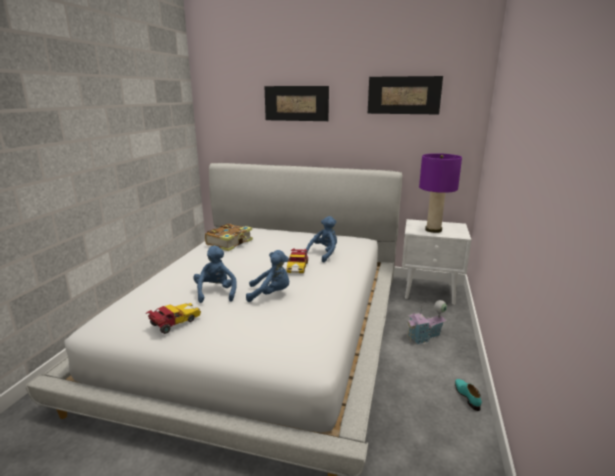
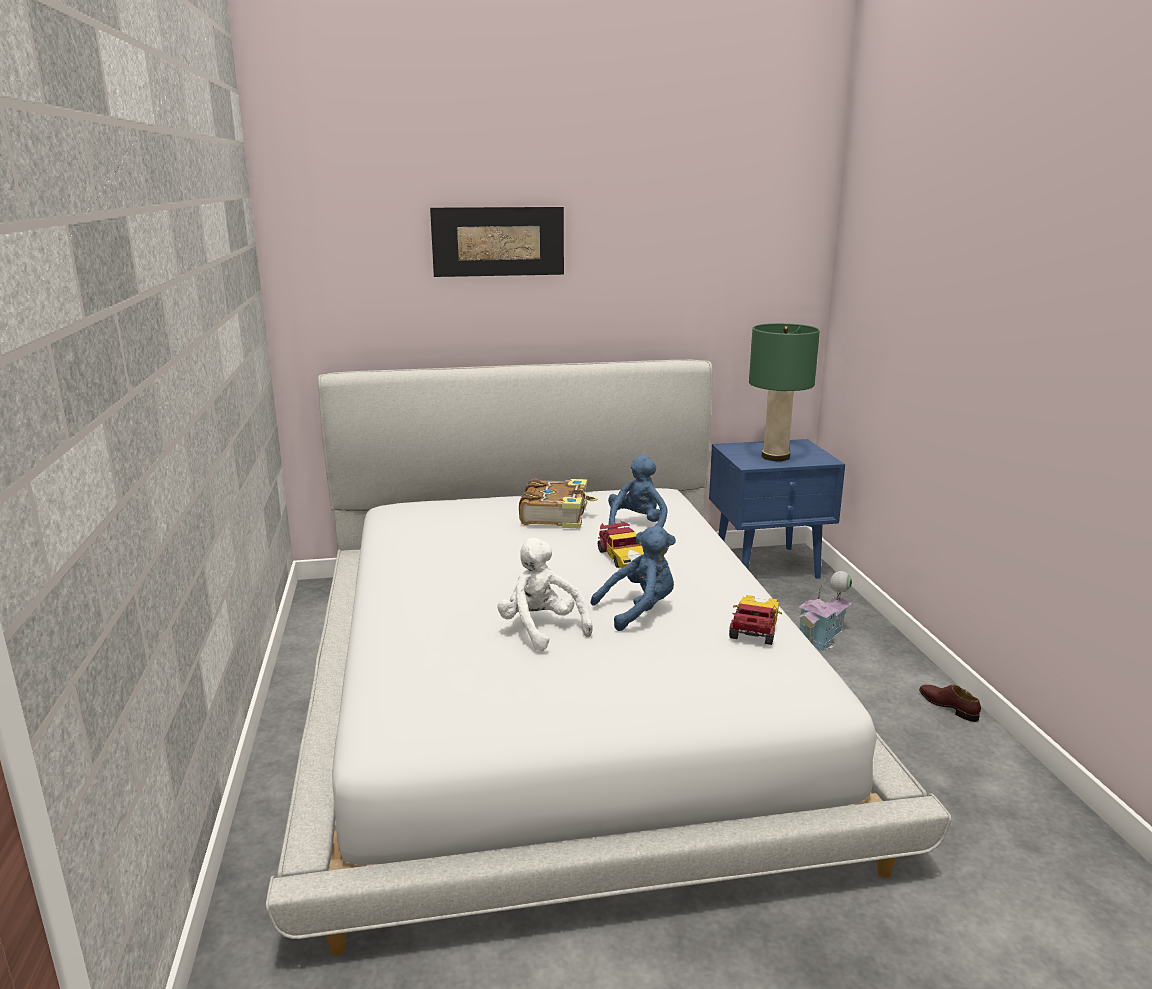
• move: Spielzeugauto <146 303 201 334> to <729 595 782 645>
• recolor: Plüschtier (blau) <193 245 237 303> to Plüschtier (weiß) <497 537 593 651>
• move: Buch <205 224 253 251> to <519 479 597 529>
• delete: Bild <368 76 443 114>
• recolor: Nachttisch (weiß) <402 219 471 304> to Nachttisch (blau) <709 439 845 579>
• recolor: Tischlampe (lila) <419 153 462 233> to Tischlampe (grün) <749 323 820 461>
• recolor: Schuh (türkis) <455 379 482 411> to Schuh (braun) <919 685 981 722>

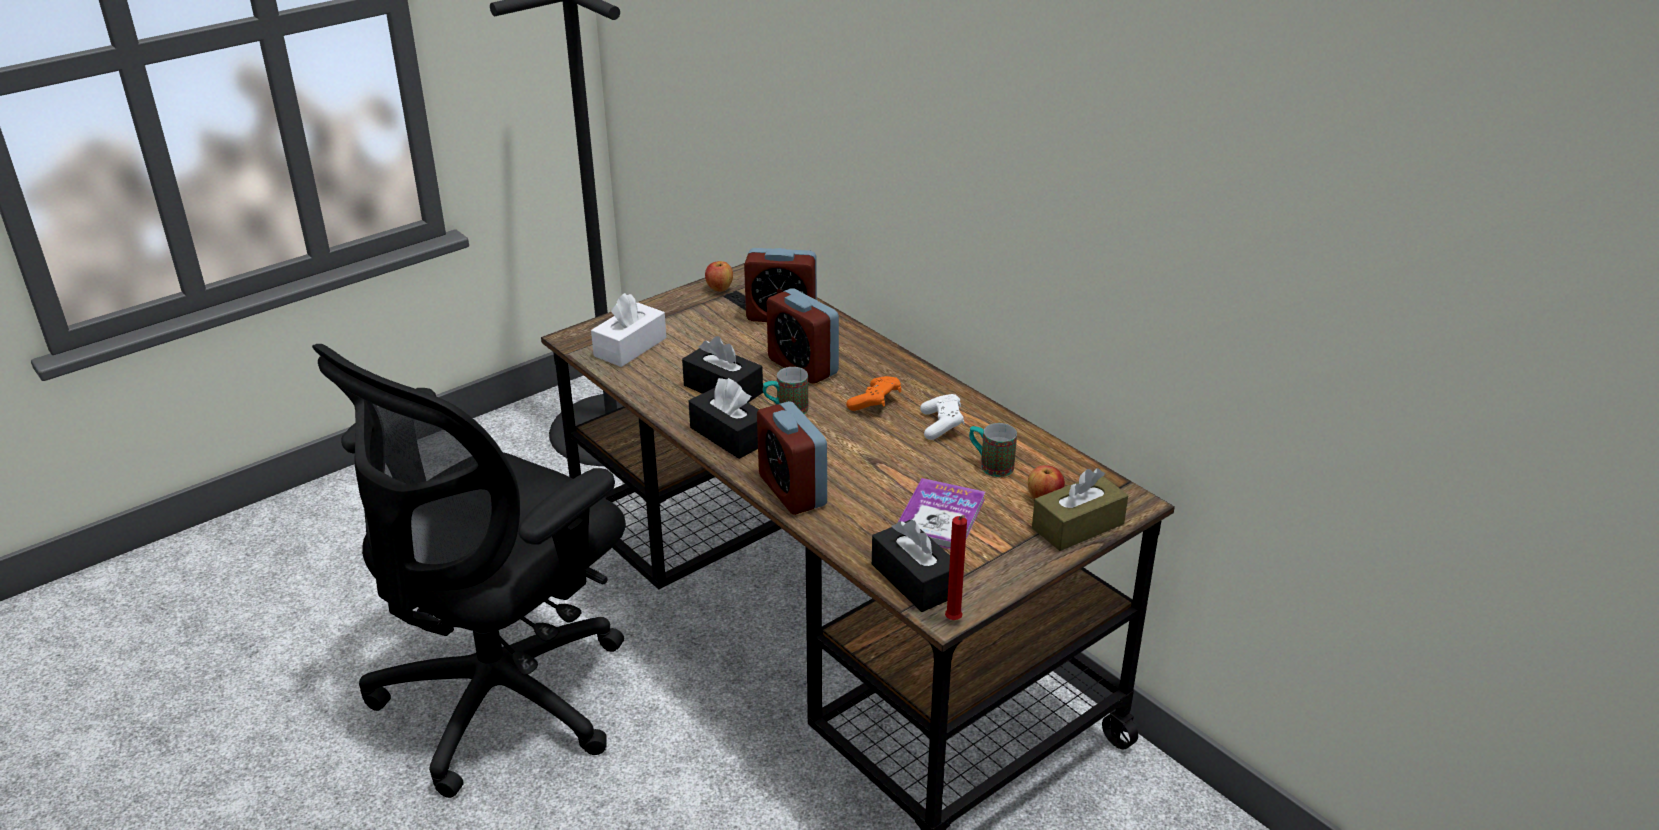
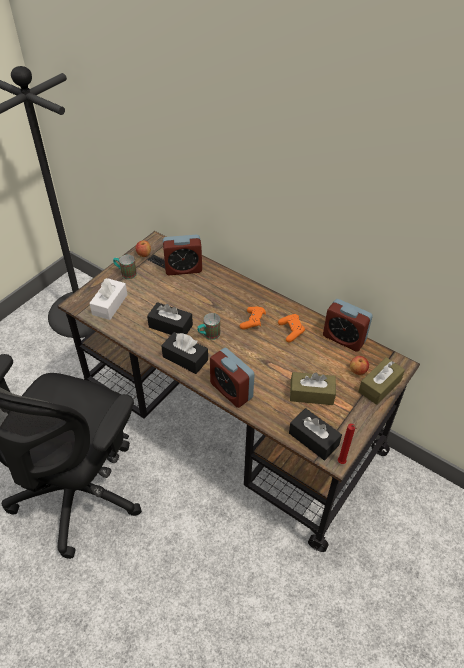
• move: Wecker <766 288 839 383> to <323 299 373 352>
• replace: Buch <898 478 985 549> to Taschentuchbox (braun) <290 372 336 405>
• recolor: Gamepad (weiß) <920 394 964 440> to Gamepad (orange) <278 314 305 342>
• move: Henkelbecher <969 423 1017 477> to <113 254 137 279>

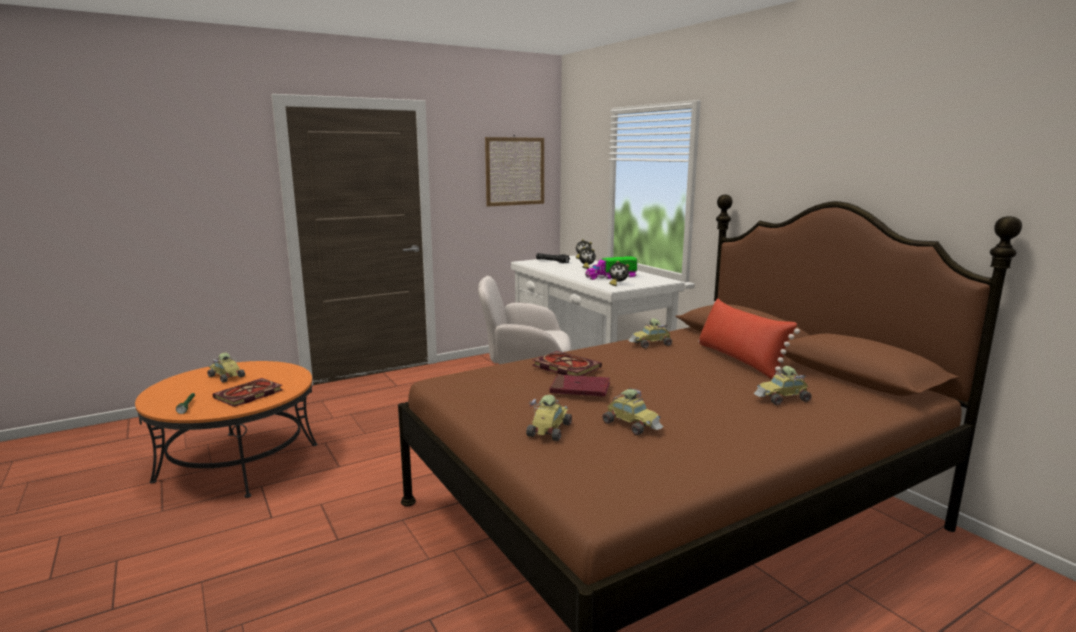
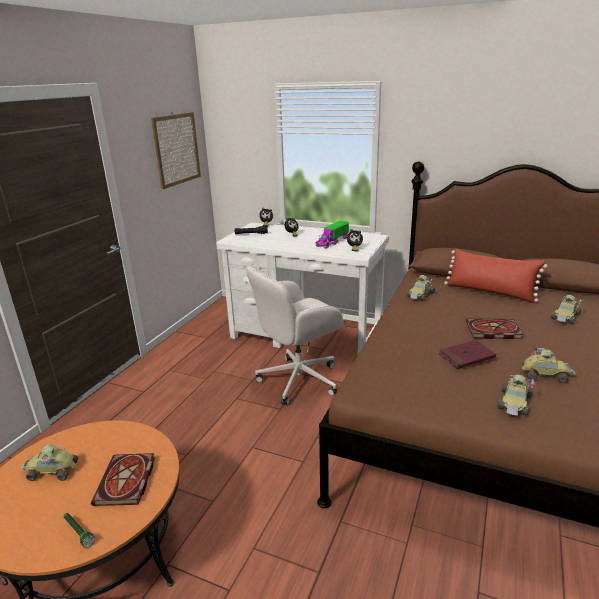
• rotate: Spielzeugauto <526 395 572 441> = <497 375 536 416> 135 degrees counterclockwise
• move: Buch <532 351 602 376> to <466 318 524 339>

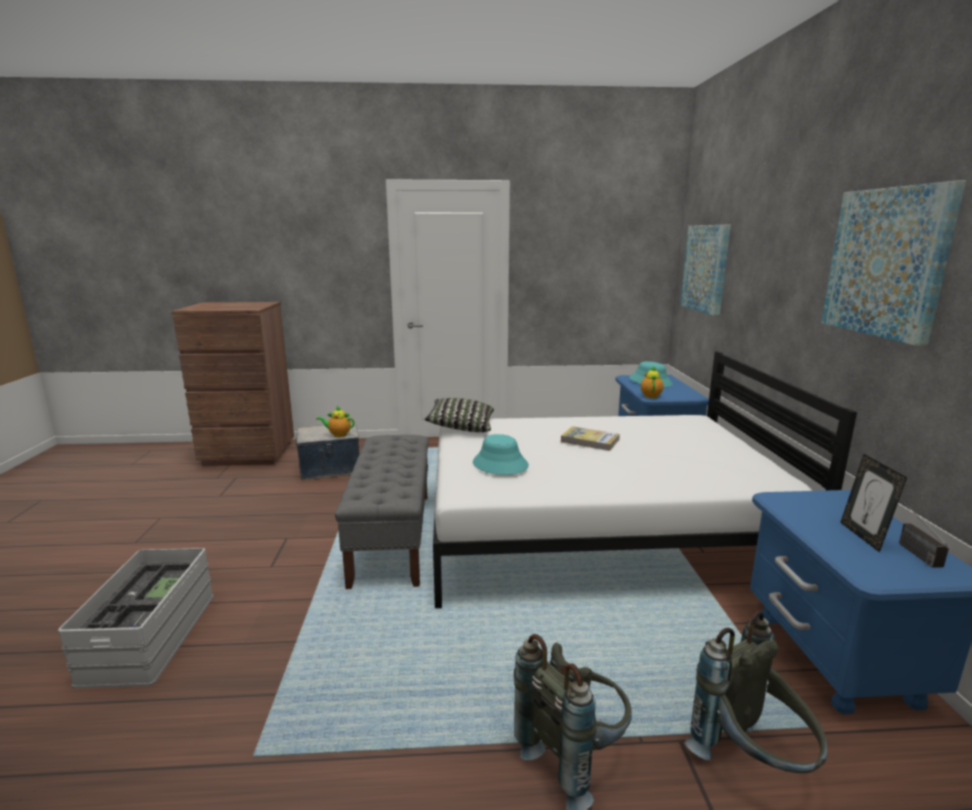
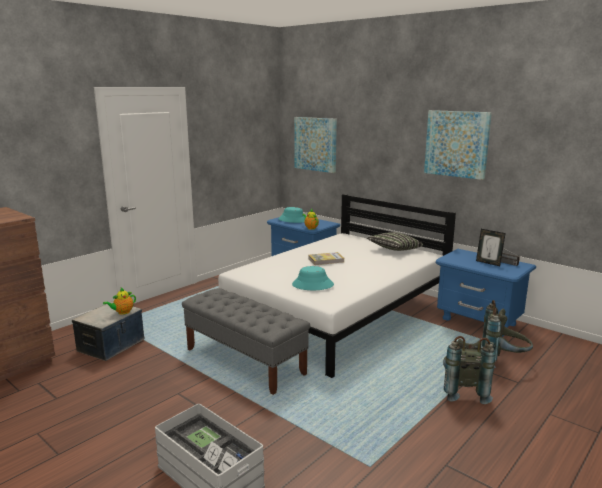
• move: Kissen <424 398 494 432> to <367 232 423 251>

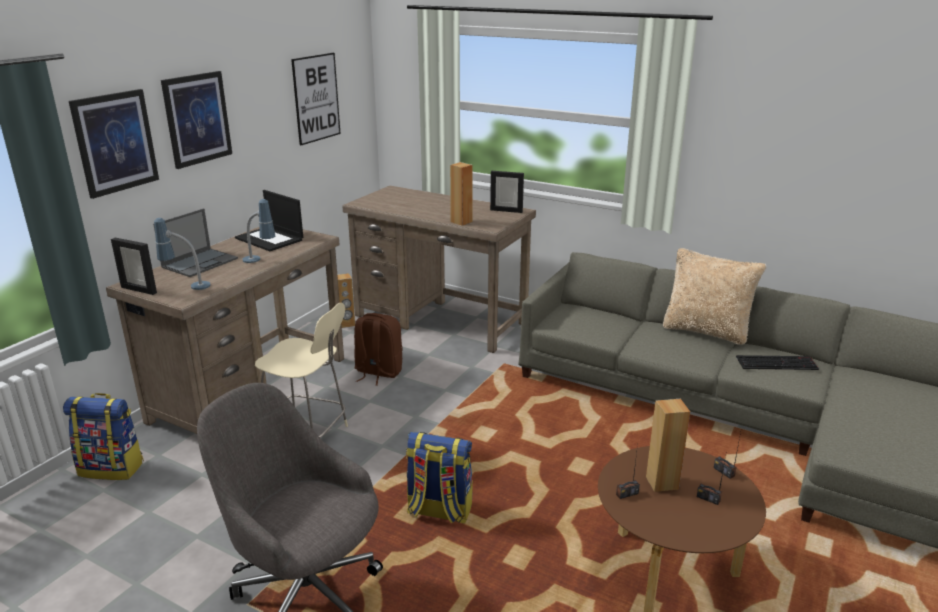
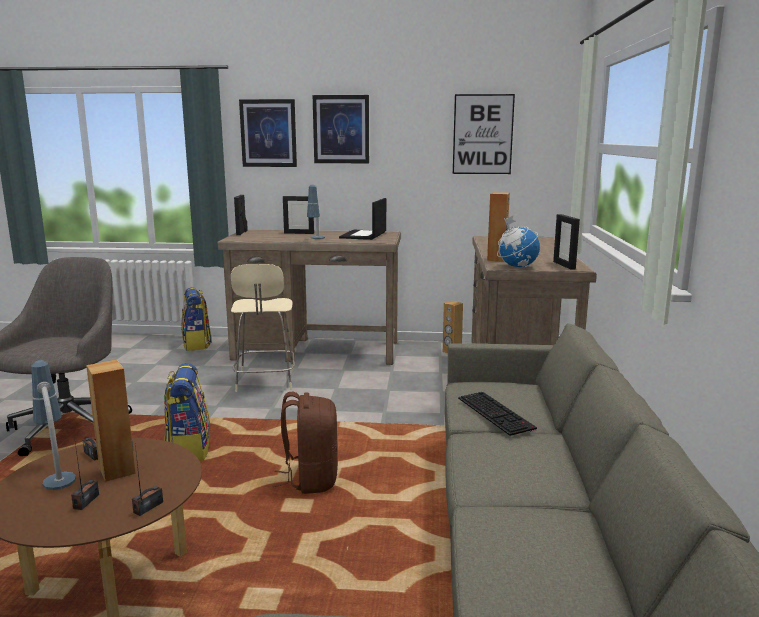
• replace: Laptop <153 208 238 277> to Bilderrahmen <283 196 314 234>
• move: Tischlampe <154 218 211 290> to <31 360 76 490>
• move: Rucksack (braun) <354 313 403 386> to <273 392 338 494>
• delete: Kissen (beige) <663 248 766 345>
• move: Tastatur <736 355 819 370> to <458 392 537 436>
• insert: Globus <497 215 540 267>

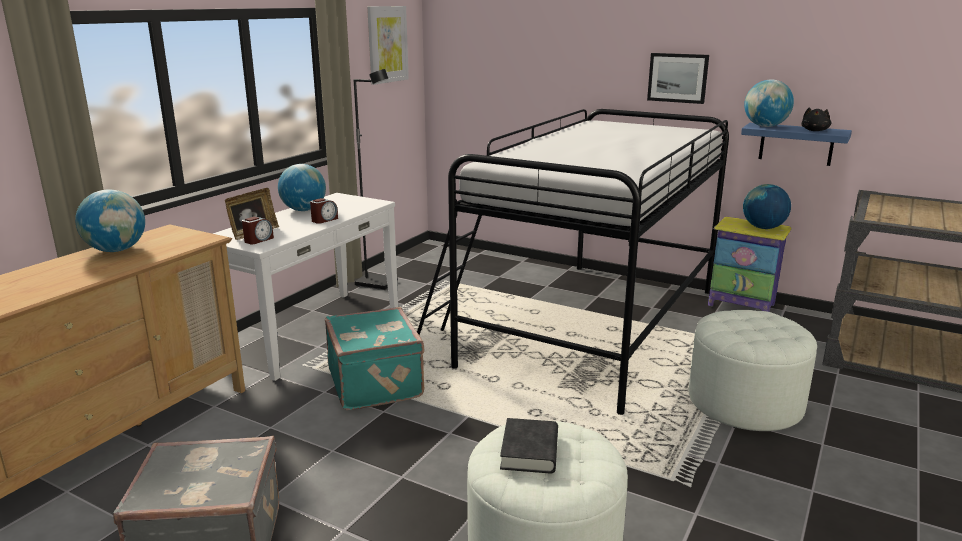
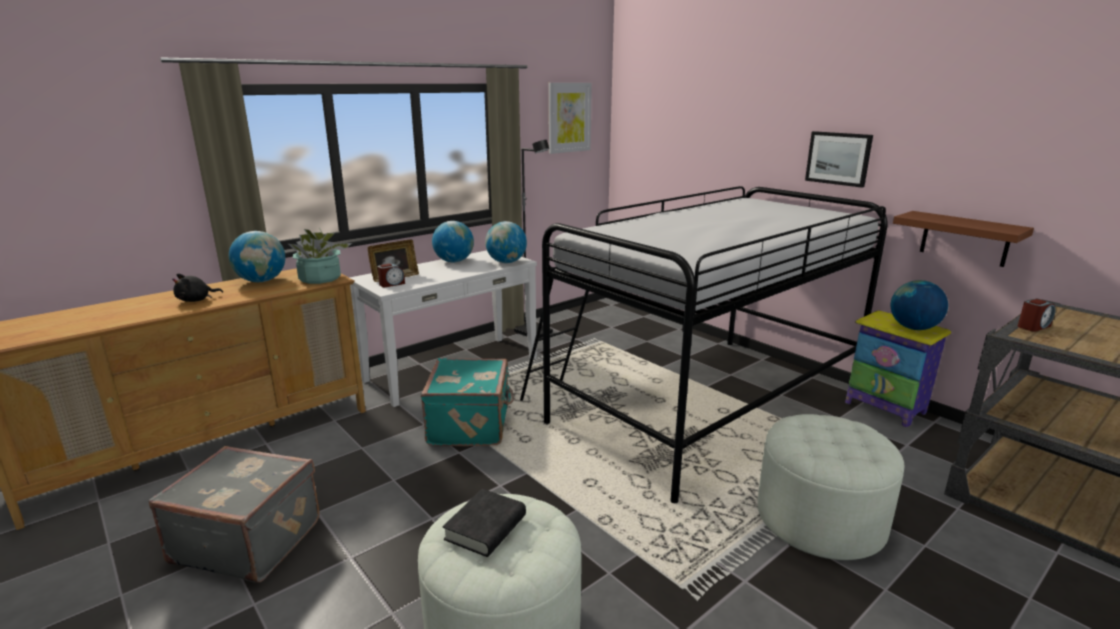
• move: Wecker <310 198 338 224> to <1018 299 1056 332>
• recolor: Wandregal (blau) <741 123 852 166> to Wandregal (braun) <893 211 1034 267>
• move: Globus <744 79 794 127> to <485 221 527 263>
• move: Plüschtier (schwarz) <801 107 831 131> to <172 273 223 302>
• insert: Topfpflanze <288 228 352 284>

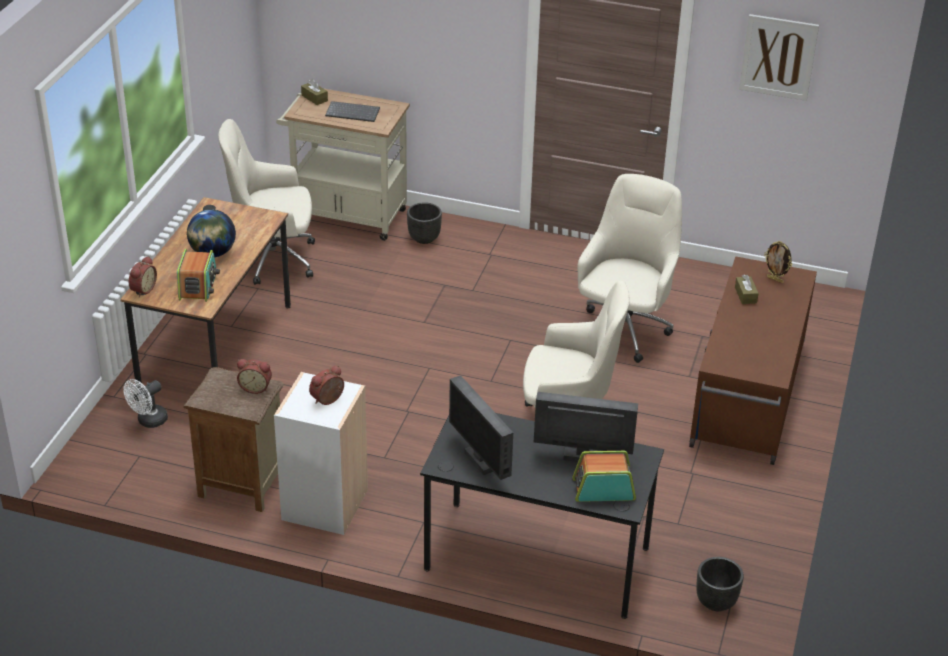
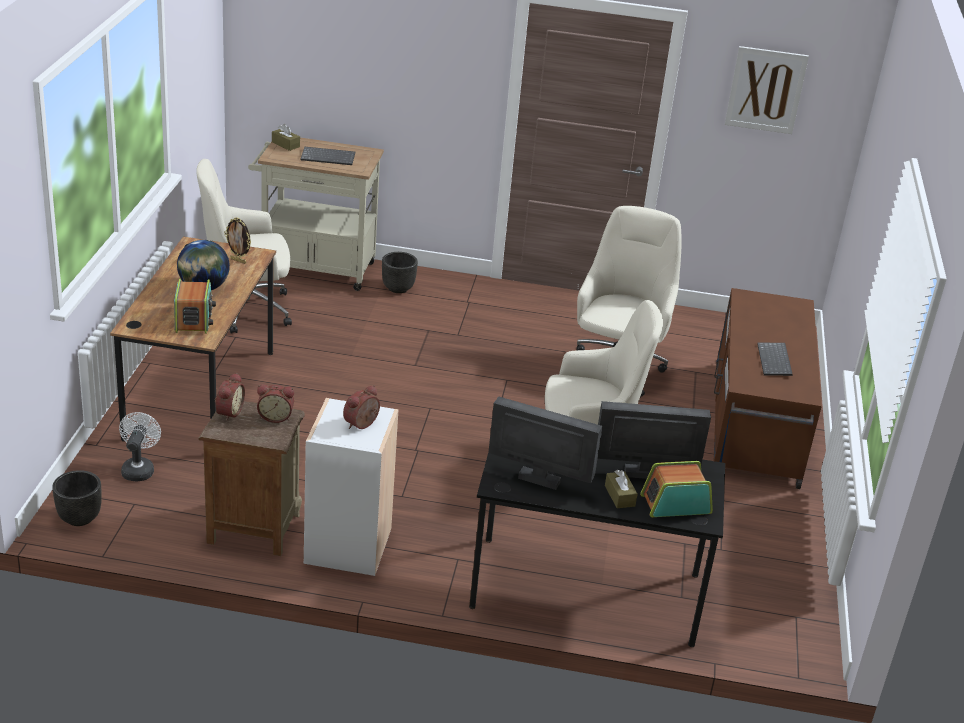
• rotate: Ventilator (weiß) <123 379 168 428> = <119 412 161 481> 150 degrees clockwise
• move: Wecker <129 256 157 297> to <215 373 245 421>
• rotate: Monitor <449 375 513 480> = <488 396 603 490> 150 degrees clockwise
• move: Pflanzkübel (schwarz) <696 557 744 611> to <52 470 102 526>
• move: Taschentuchbox (braun) <735 275 759 304> to <605 470 638 508>
• move: Bilderrahmen <764 241 792 283> to <224 217 251 264>
• insert: Tastatur <757 343 792 376>

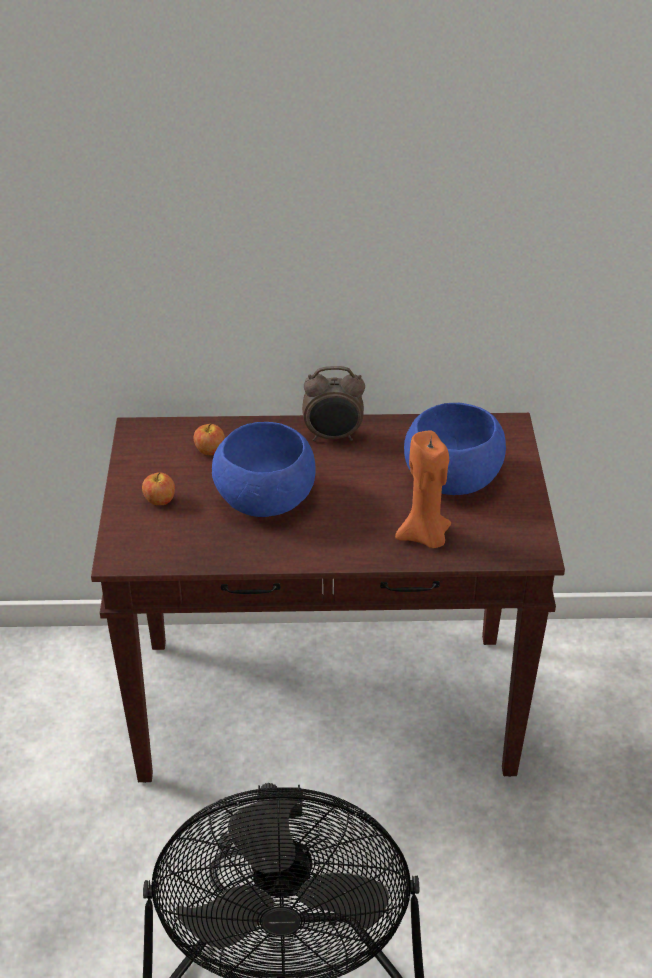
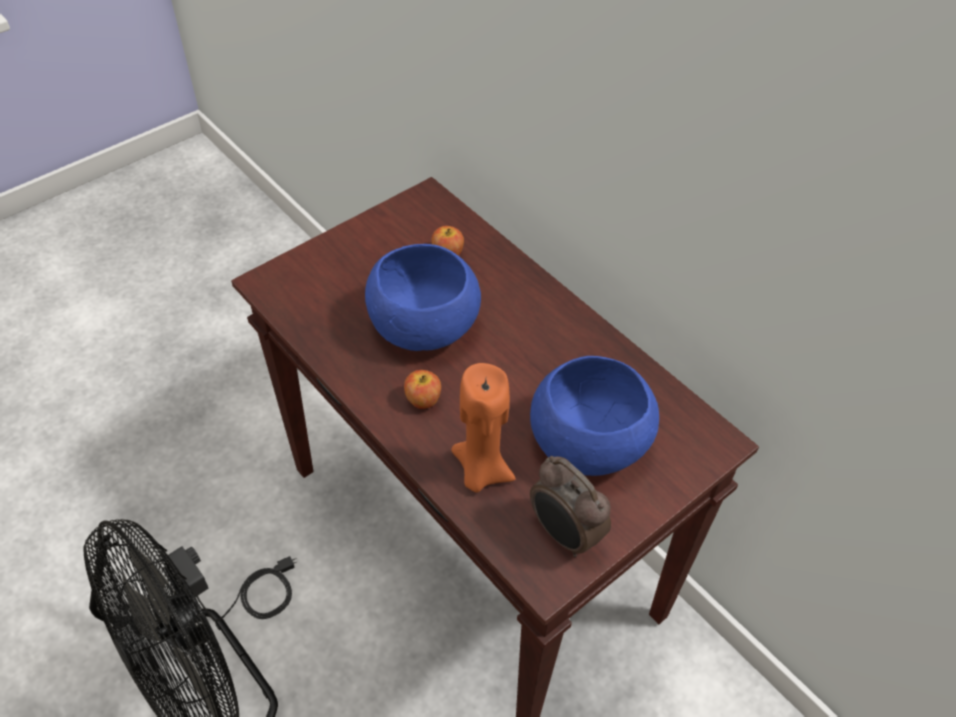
• move: Apfel <142 472 175 505> to <404 370 441 409>
• move: Wecker <302 366 365 441> to <530 456 611 557>

